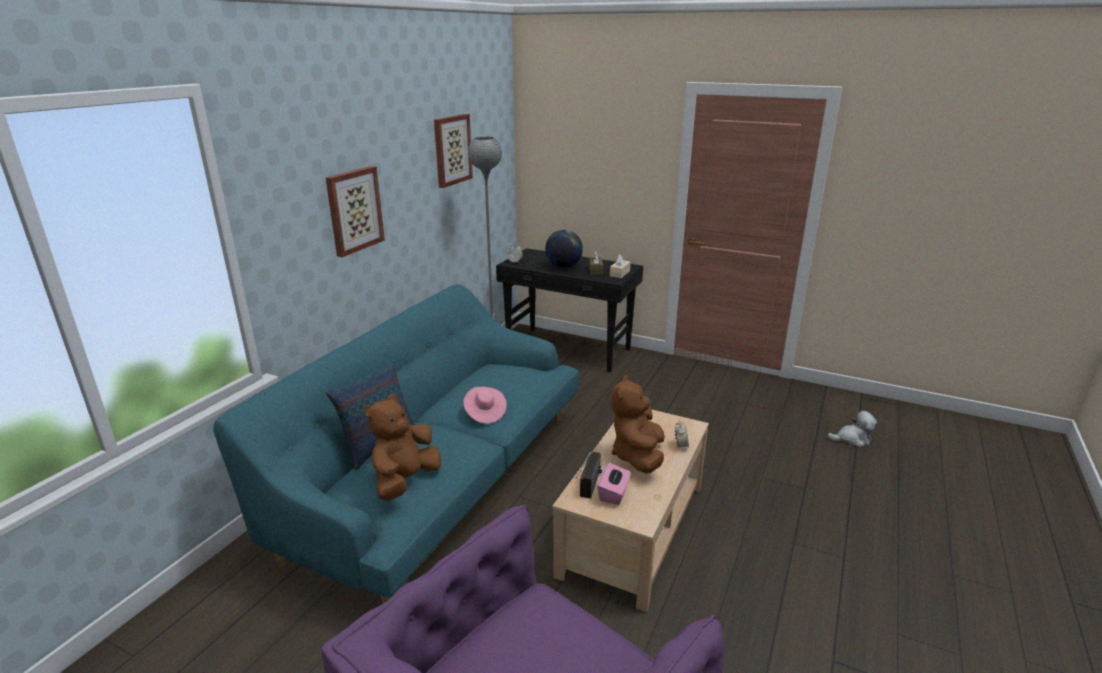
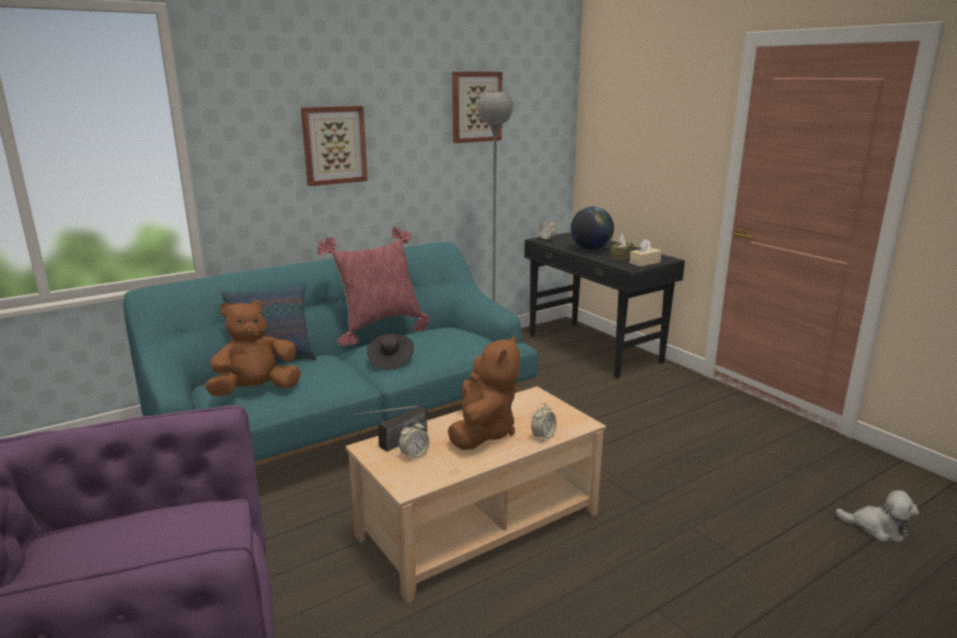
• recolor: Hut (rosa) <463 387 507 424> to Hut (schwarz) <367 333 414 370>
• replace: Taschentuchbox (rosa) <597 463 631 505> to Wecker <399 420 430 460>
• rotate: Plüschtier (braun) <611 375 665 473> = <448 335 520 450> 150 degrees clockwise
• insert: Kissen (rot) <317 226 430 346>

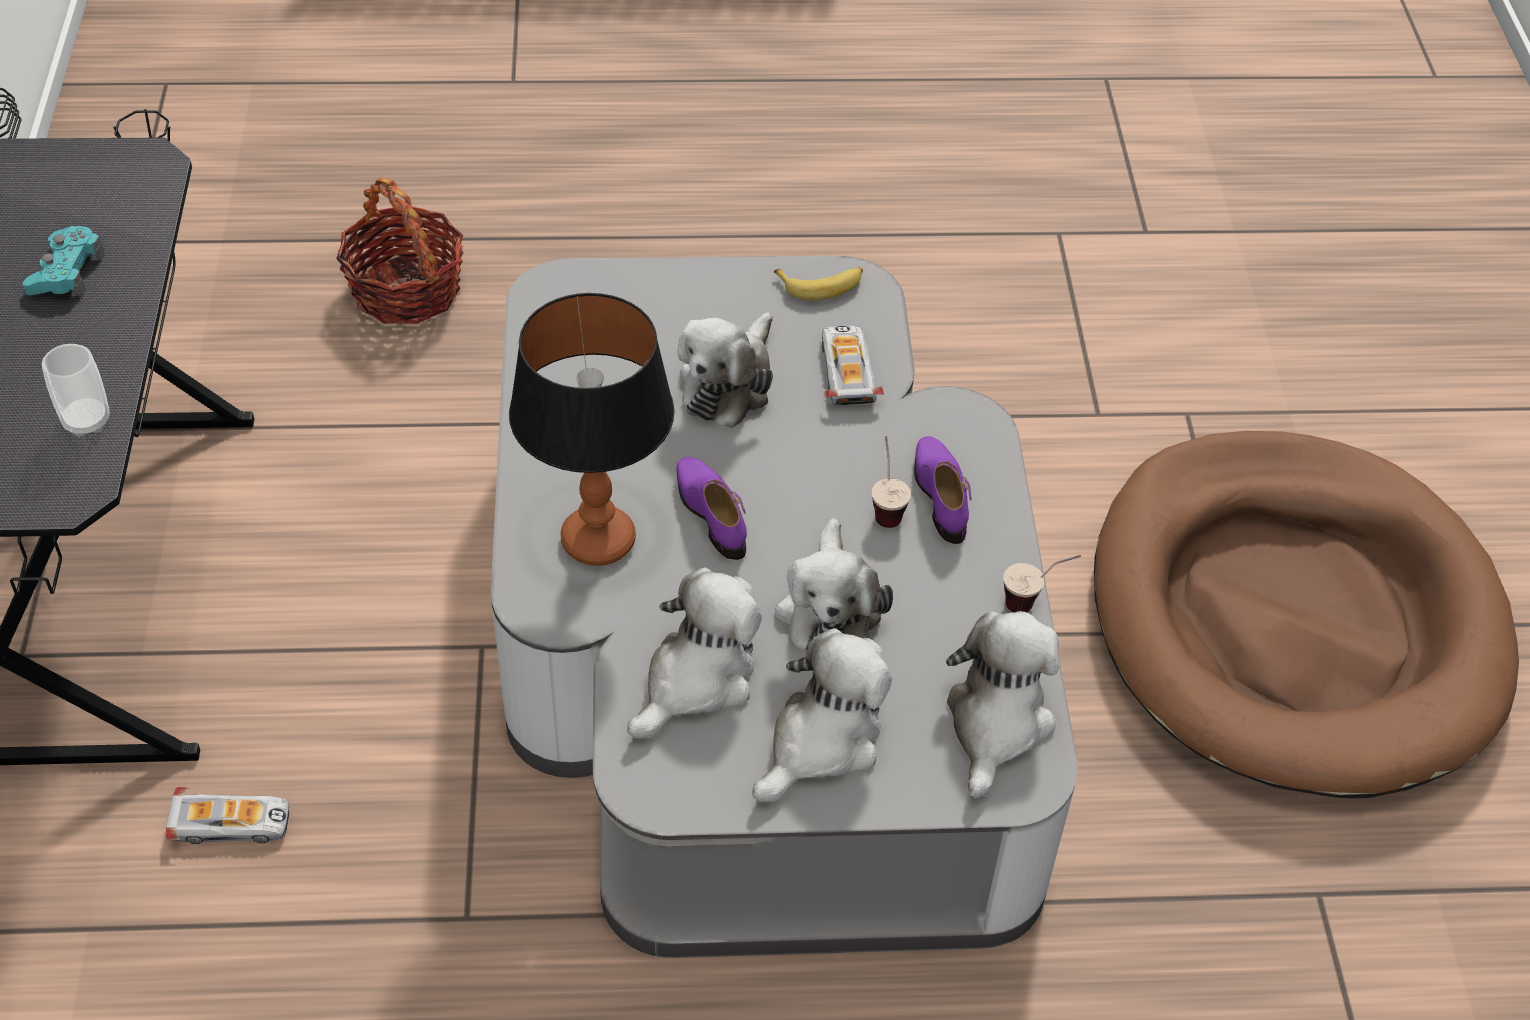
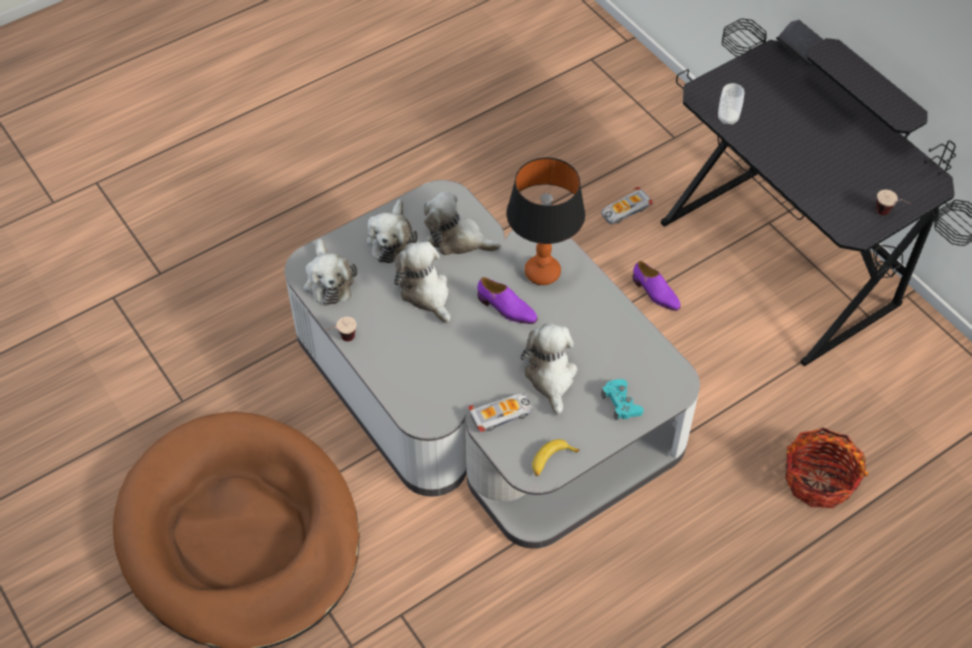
• move: Gamepad (türkis) <22 226 105 297> to <601 379 643 420>
• rotate: Plüschtier <628 567 762 739> = <424 191 501 255> 105 degrees clockwise
• rotate: Spielzeugauto <822 325 884 405> = <468 393 533 432> 75 degrees counterclockwise
• move: Tasse <872 436 911 528> to <876 190 912 215>
• move: Schuh (lila) <914 436 972 544> to <633 261 681 311>

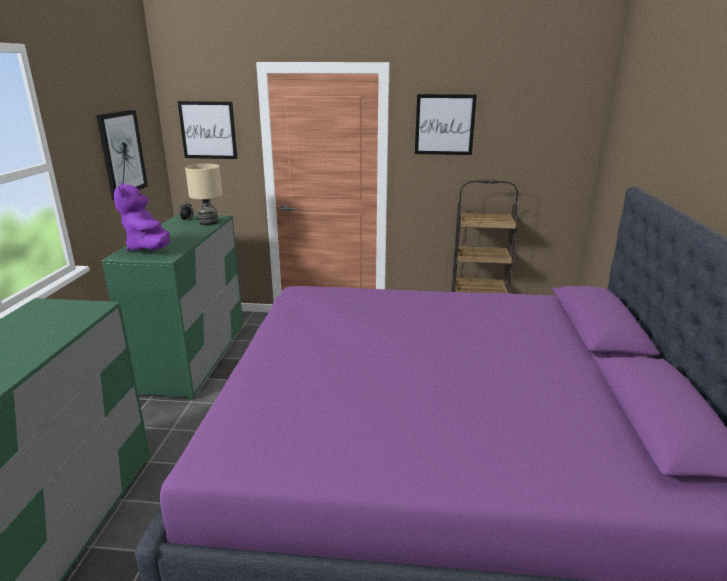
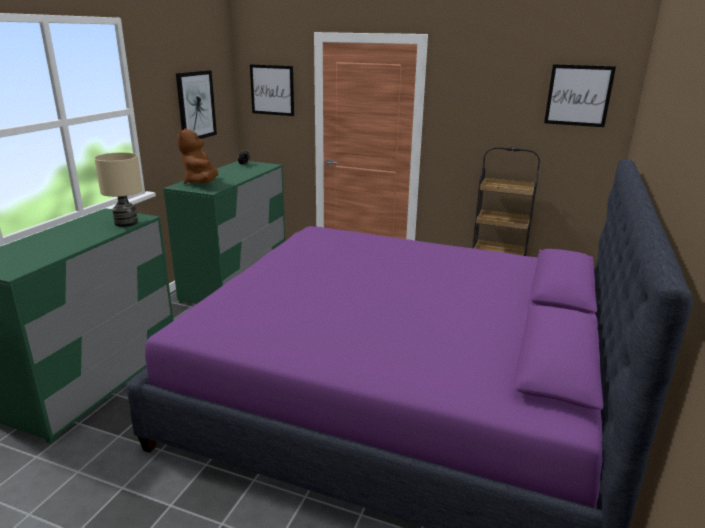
• recolor: Plüschtier (lila) <114 183 170 252> to Plüschtier (braun) <177 128 218 184>
• move: Tischlampe (beige) <185 164 222 225> to <94 152 142 227>
• move: Bild <415 94 477 155> to <544 64 616 127>

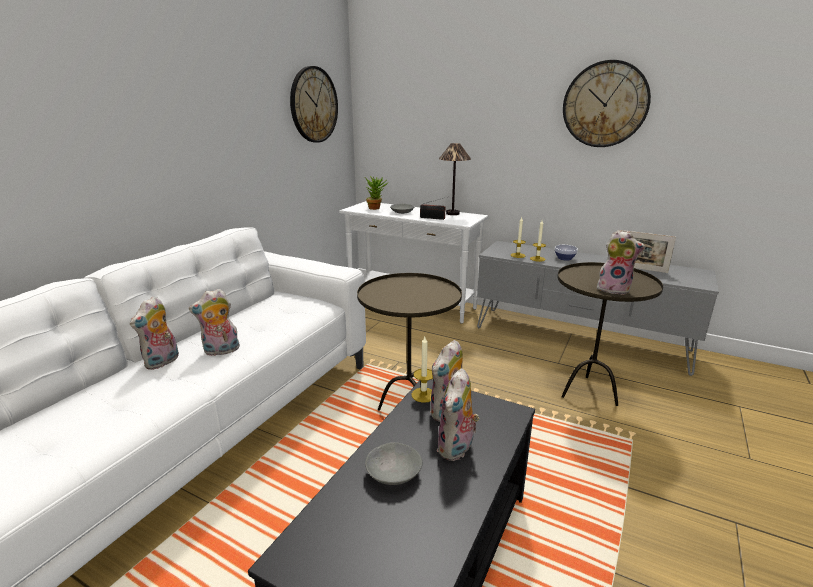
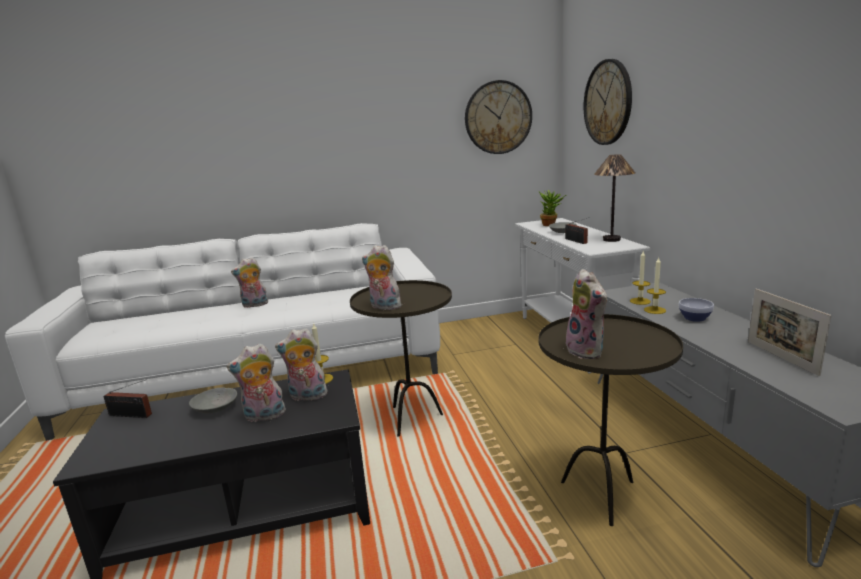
• move: Plüschtier <189 289 240 356> to <362 245 404 310>
• move: Wanduhr <563 60 651 147> to <584 59 632 145>
• insert: Radio <104 380 152 418>

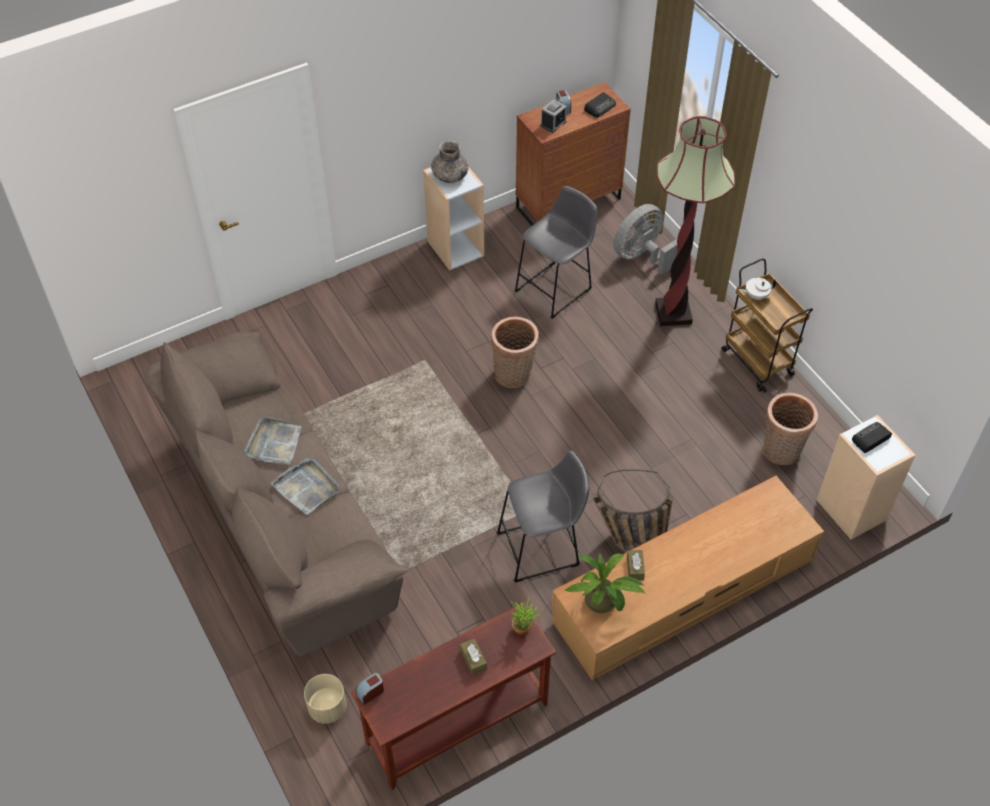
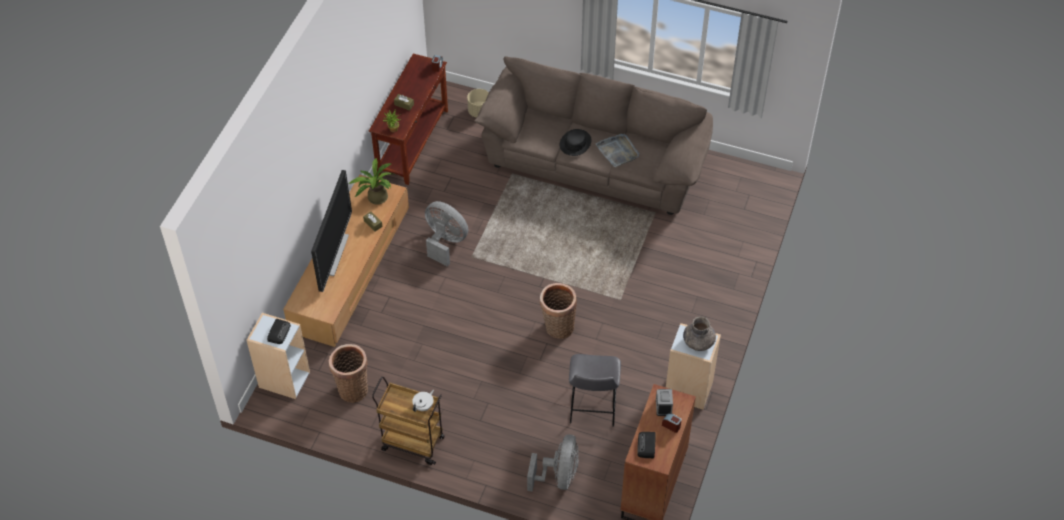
• replace: Tablett (grau) <271 458 340 515> to Hut (schwarz) <560 129 592 156>
• replace: Hocker (grau) <496 450 590 583> to Ventilator (grau) <425 201 468 267>
• delete: Korb <592 470 673 551>
• delete: Stehlampe <655 116 735 326>
• insert: Fernseher <311 170 352 292>

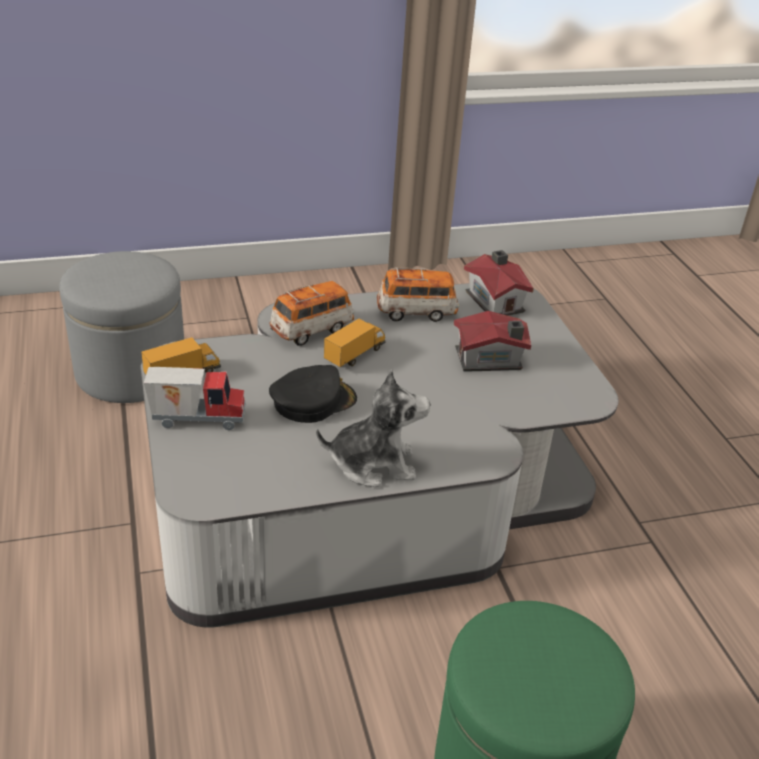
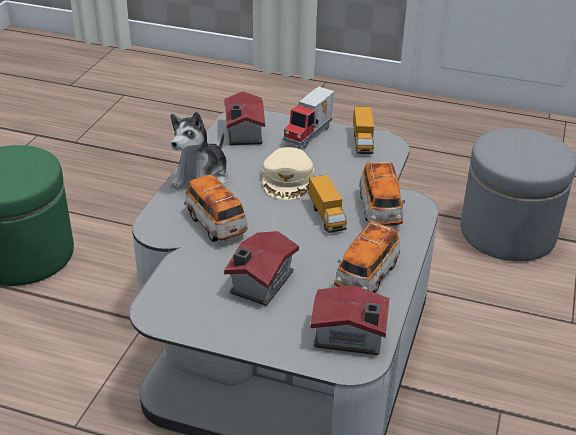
• recolor: Kappe (schwarz) <269 365 357 423> to Kappe (beige) <262 147 314 200>
• insert: Spielzeugauto <184 175 248 242>
• insert: Spielzeughaus <224 91 265 145>

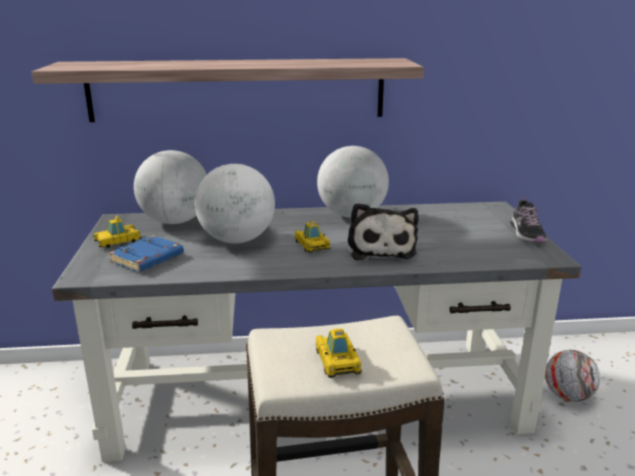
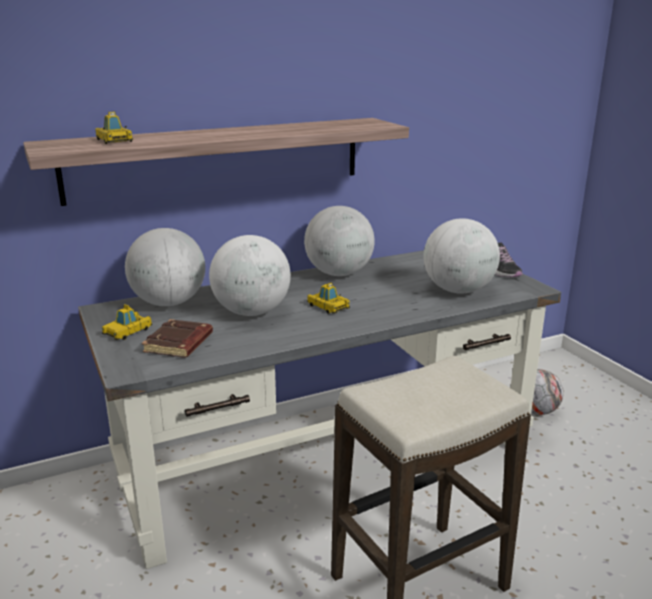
• recolor: Buch (blau) <109 235 184 272> to Buch (braun) <142 319 213 358>
• move: Spielzeugauto <316 329 362 378> to <95 111 133 144>
• delete: Plüschtier <348 203 419 260>
• insert: Globus <424 218 500 294>

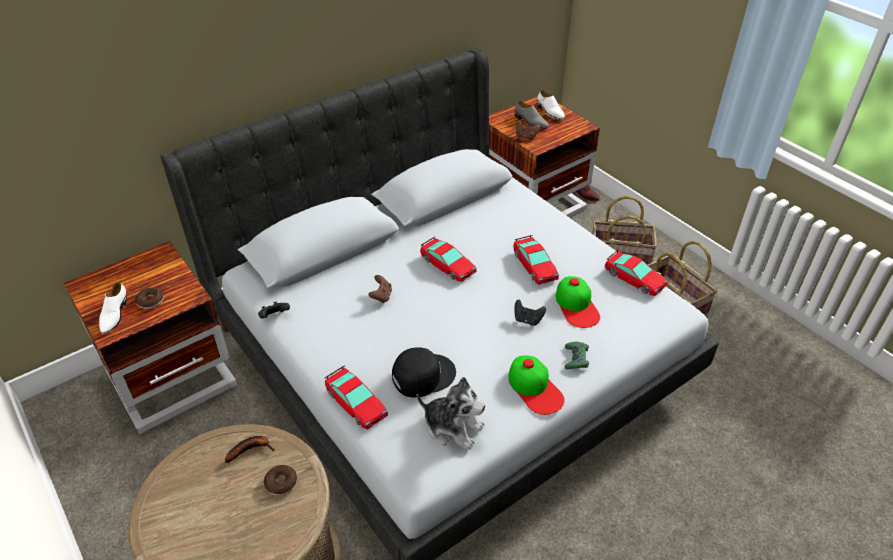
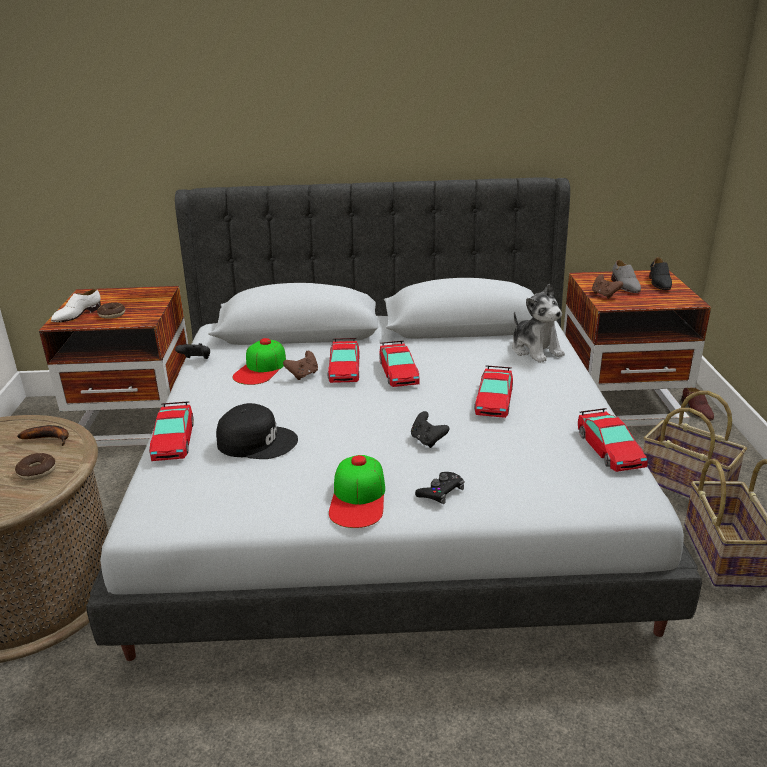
• move: Plüschtier <417 377 485 450> to <512 284 565 363>
• recolor: Schuh (weiß) <537 90 565 120> to Schuh (schwarz) <649 257 672 290>
• move: Kappe <556 276 600 328> to <233 338 286 385>
• recolor: Gamepad (grün) <565 342 589 369> to Gamepad (schwarz) <415 472 465 504>
• insert: Spielzeugauto <328 338 360 383>

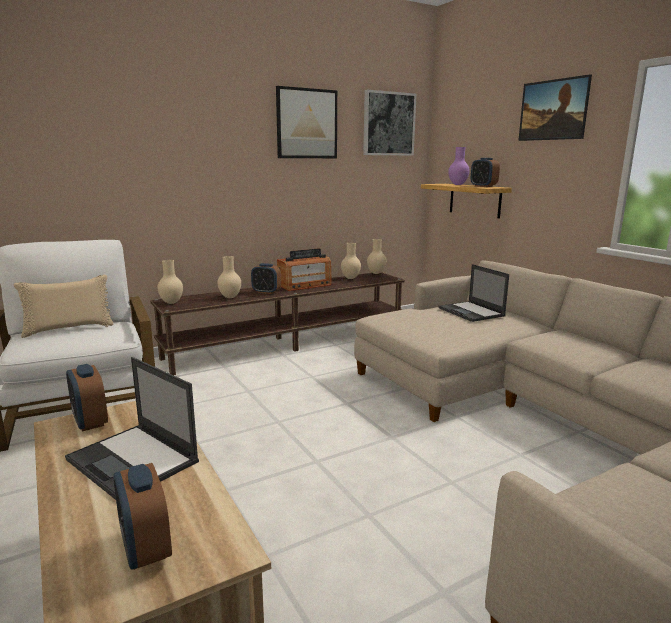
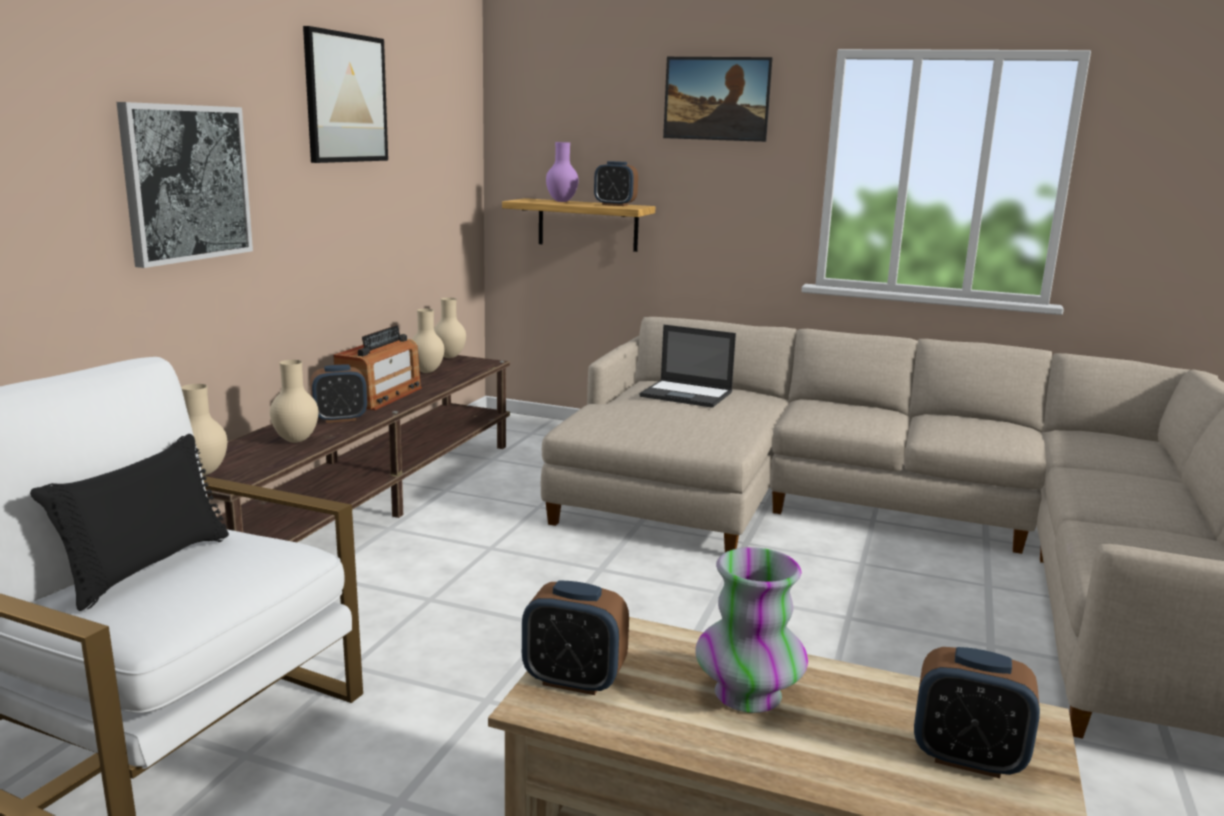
• recolor: Kissen (beige) <13 275 113 338> to Kissen (schwarz) <30 434 229 611>
• replace: Laptop <65 357 199 500> to Vase <696 547 808 713>
• move: Bild <363 90 417 156> to <117 102 253 268>

